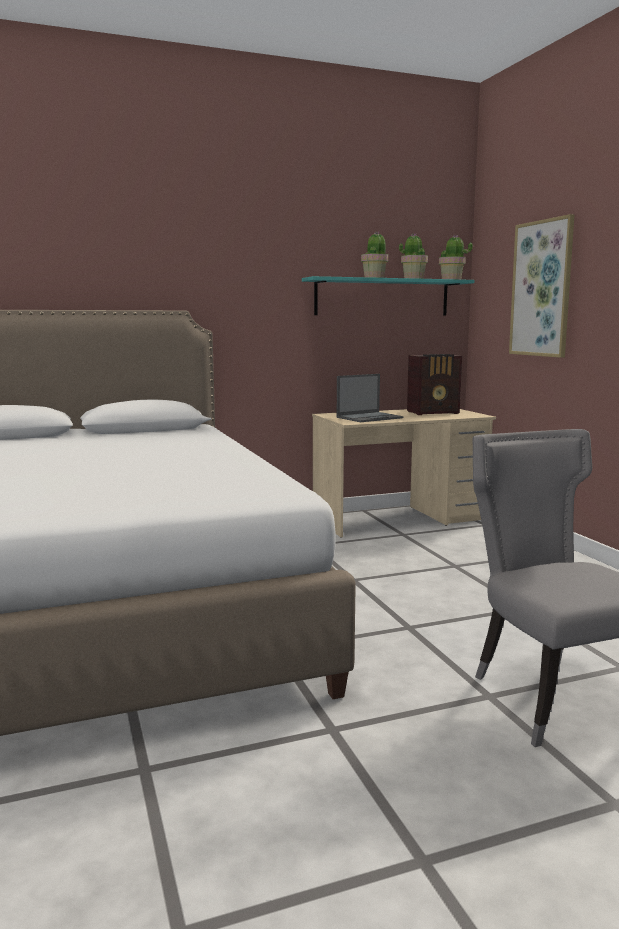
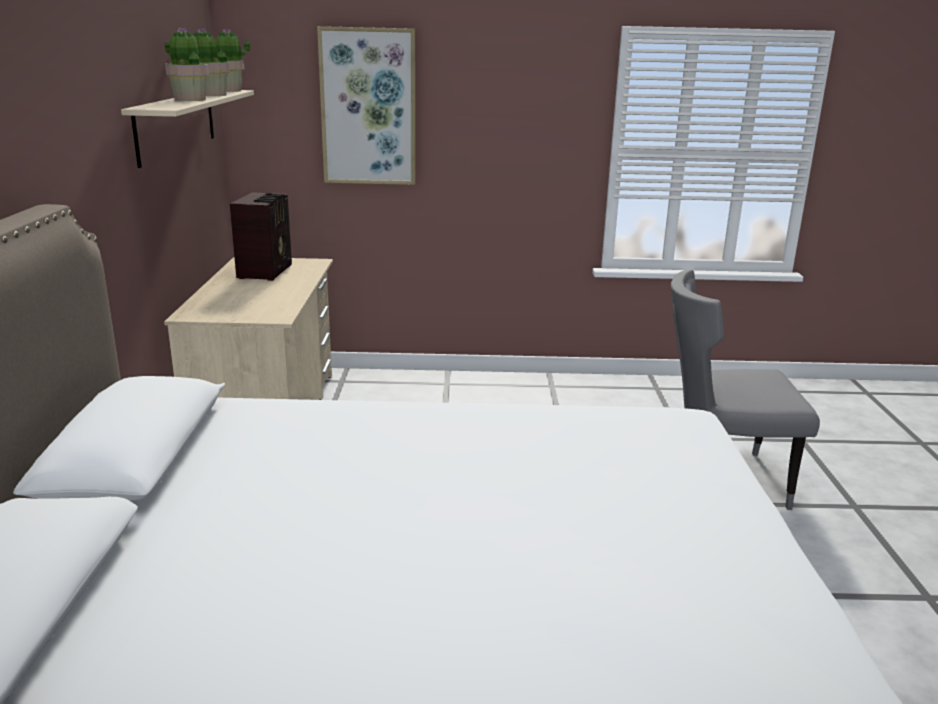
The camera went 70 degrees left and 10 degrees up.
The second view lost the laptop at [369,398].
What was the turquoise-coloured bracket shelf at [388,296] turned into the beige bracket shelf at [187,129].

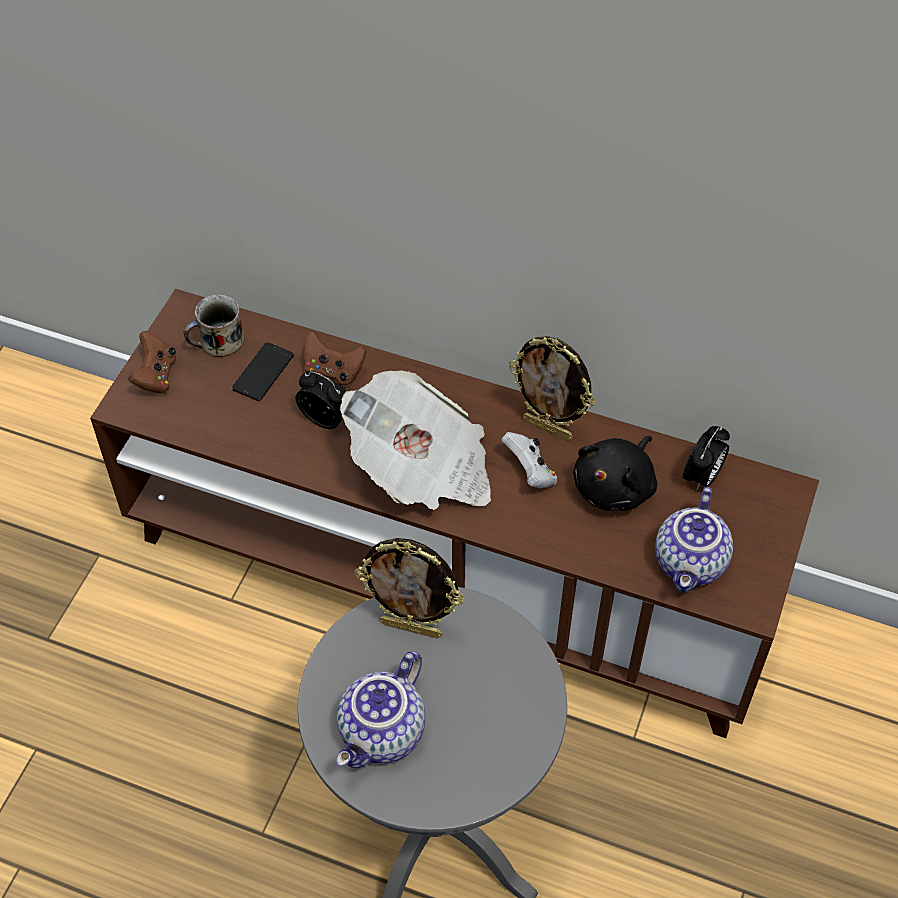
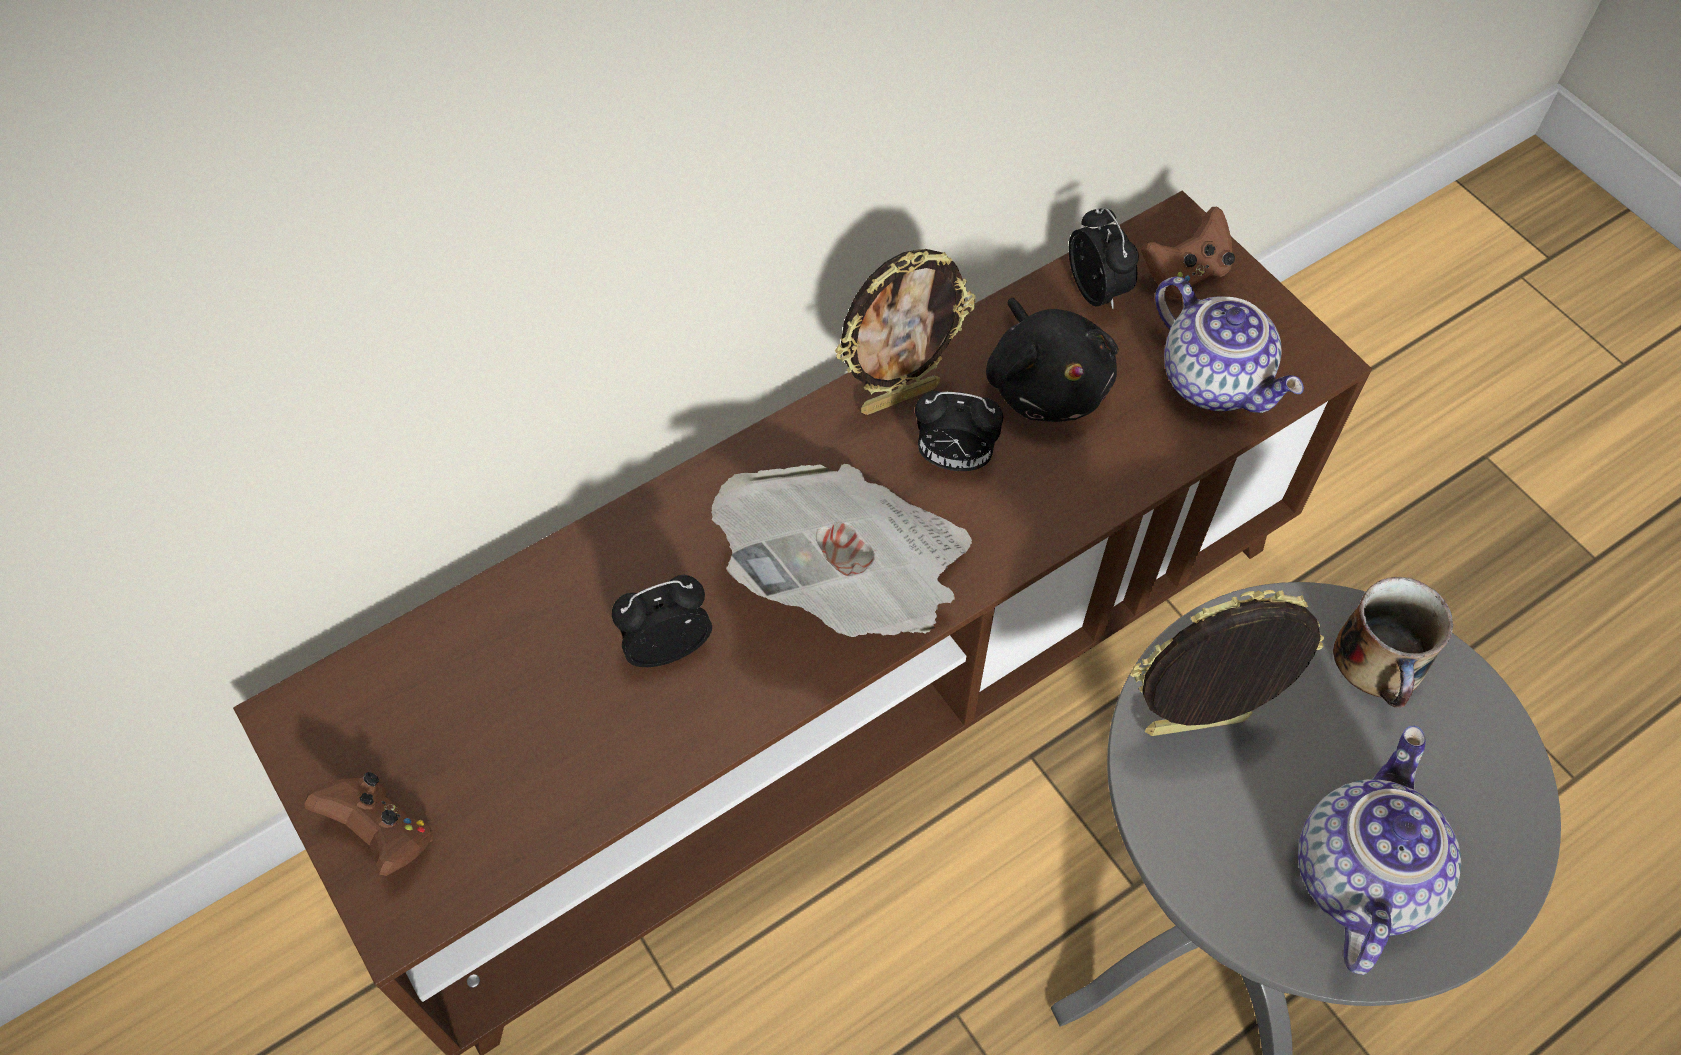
The camera went 55 degrees left and 5 degrees up.
The second view lost the telephone at [263,371].
The coffee mug ended up elsewhere, having gone from [214,326] to [1393,642].
The brown-coloured gamepad ended up elsewhere, having gone from [335,358] to [1188,253].
Where the white-coloured gamepad stood at [529,460], the alarm clock came to stand at [959,431].
The tea pot at [380,710] ended up facing another way, 135 degrees counterclockwise from before.
The standing frame at [409,588] ended up facing another way, 150 degrees counterclockwise from before.

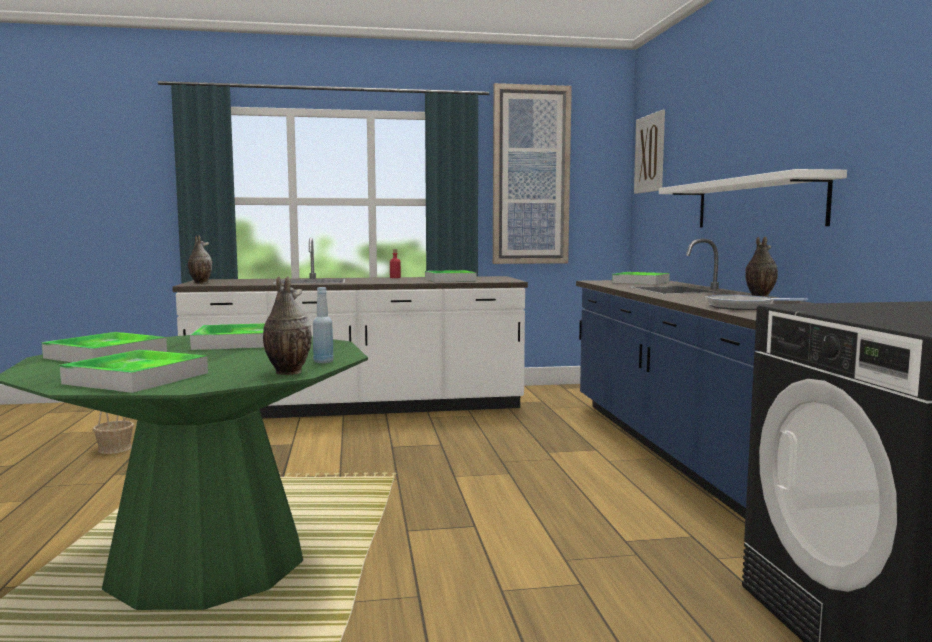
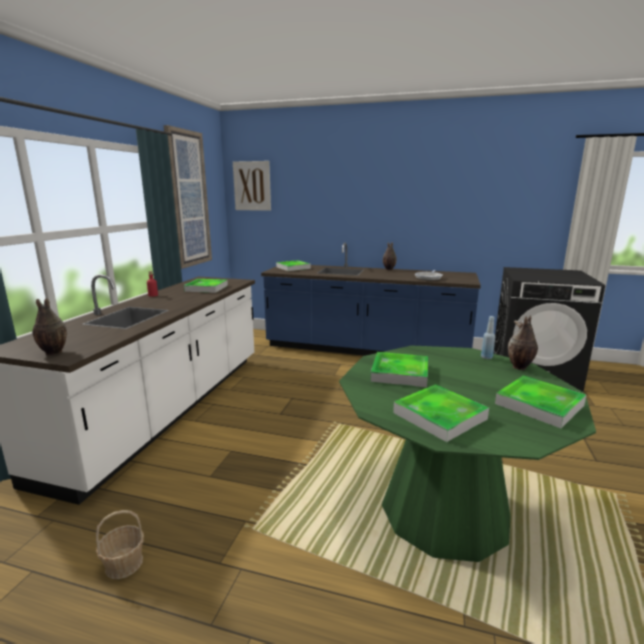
The camera went 65 degrees left and 10 degrees up.
The second view lost the white-coloured bracket shelf at [753,198].

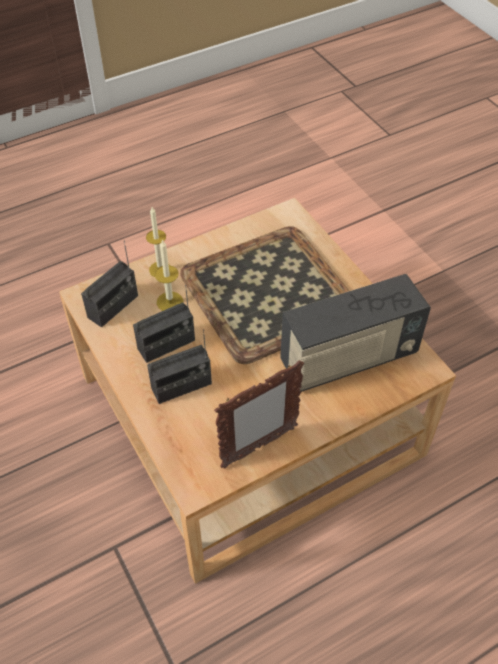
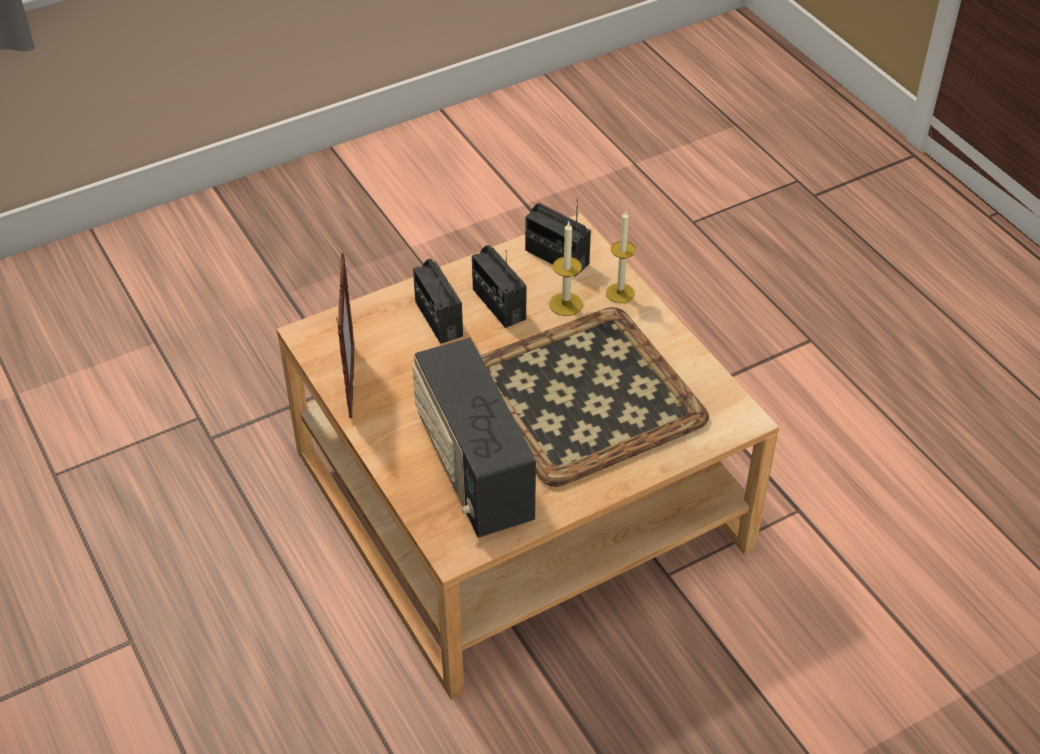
The camera went 90 degrees right and 5 degrees down.
The standing frame at [259,414] ended up facing another way, 150 degrees counterclockwise from before.

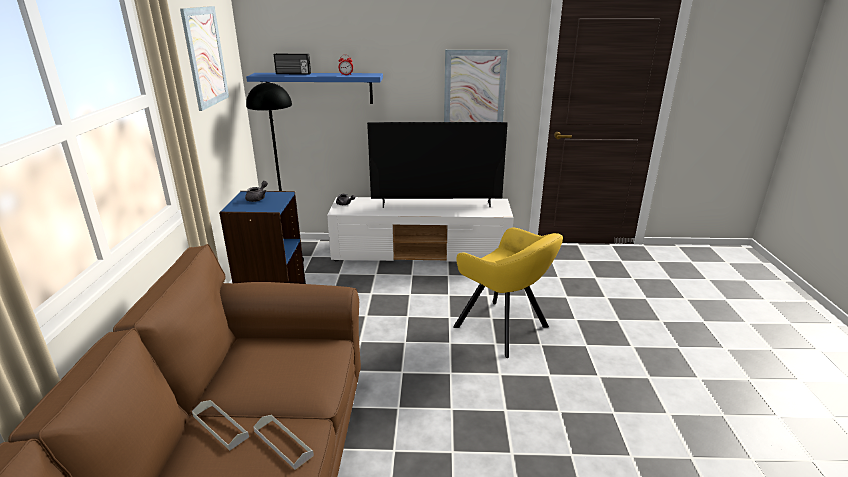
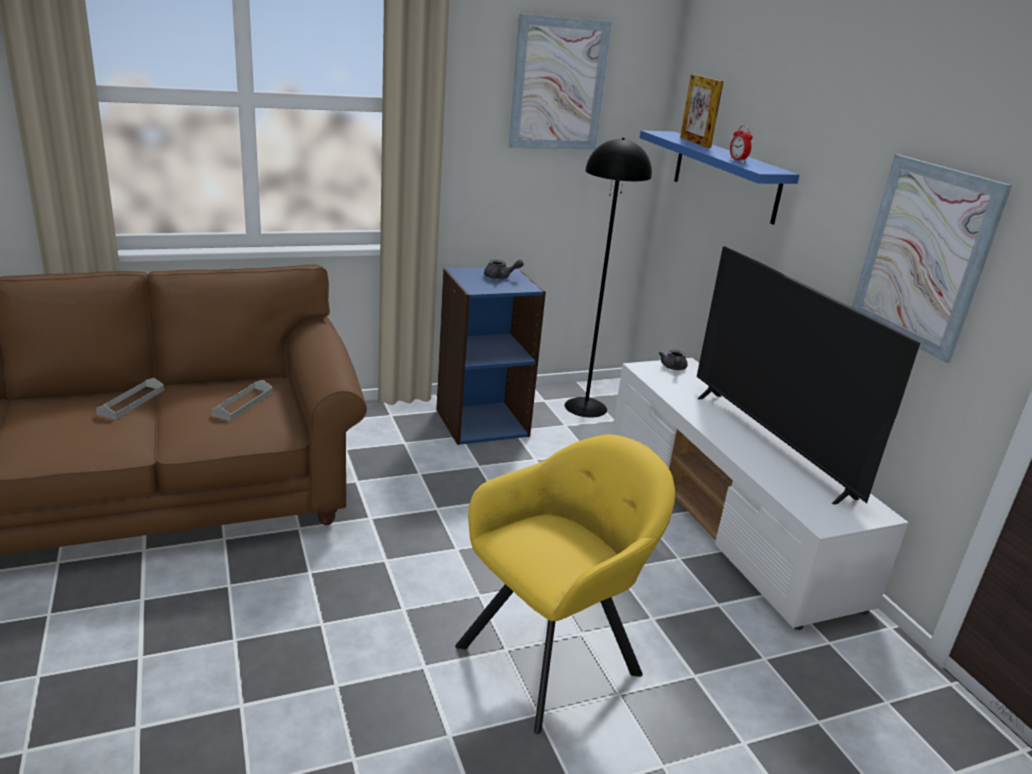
The camera went 65 degrees right and 0 degrees up.
The greyish tray ended up elsewhere, having gone from [283,442] to [242,400].
Where the radio stood at [292,64], the standing frame came to stand at [701,111].
The yellowish easy chair at [508,293] ended up facing another way, 150 degrees counterclockwise from before.

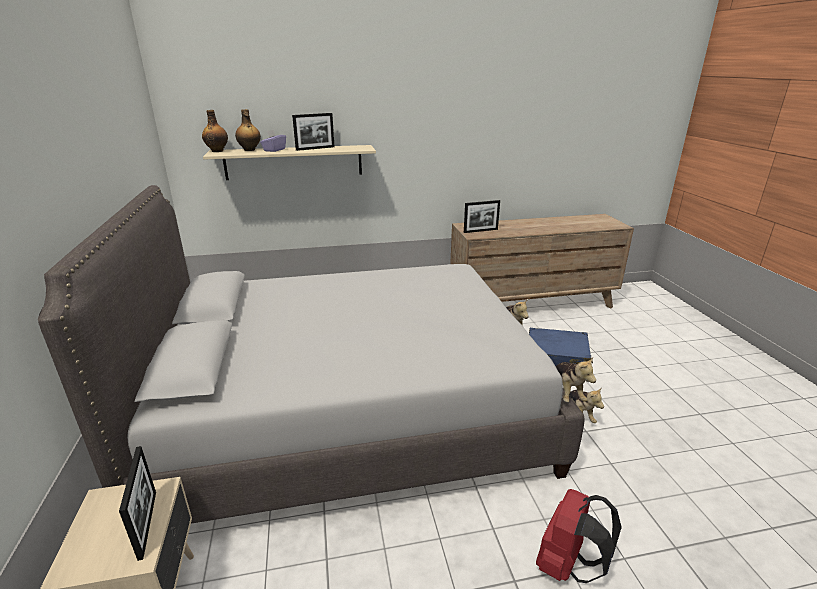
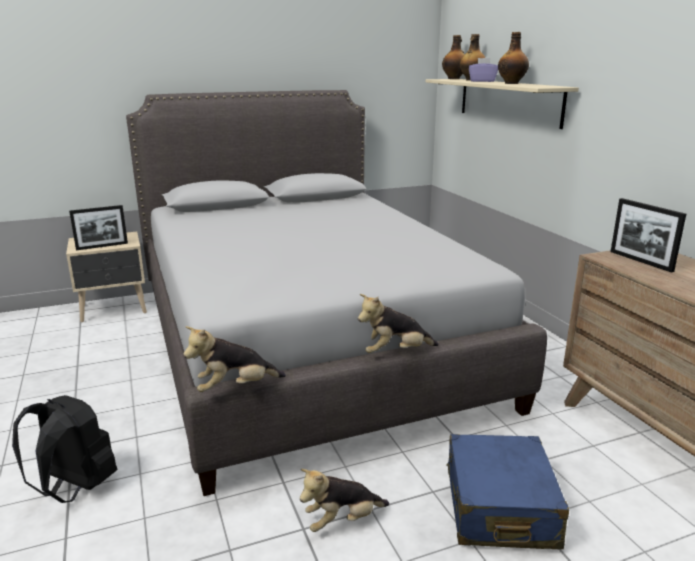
The camera went 80 degrees right and 5 degrees down.
Where the standing frame stood at [313,132], the beverage bottle came to stand at [513,58].
What was the reddish backpack at [579,536] turned into the black-coloured backpack at [64,449].

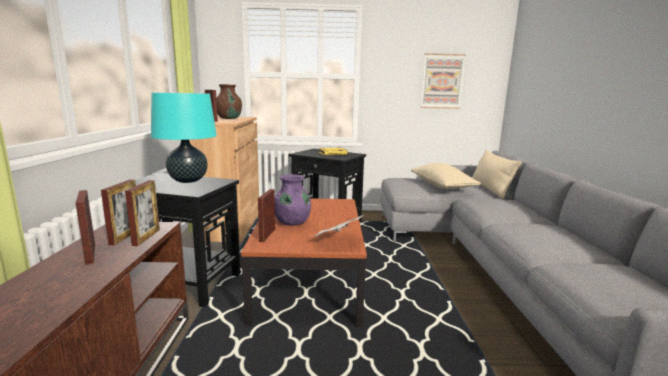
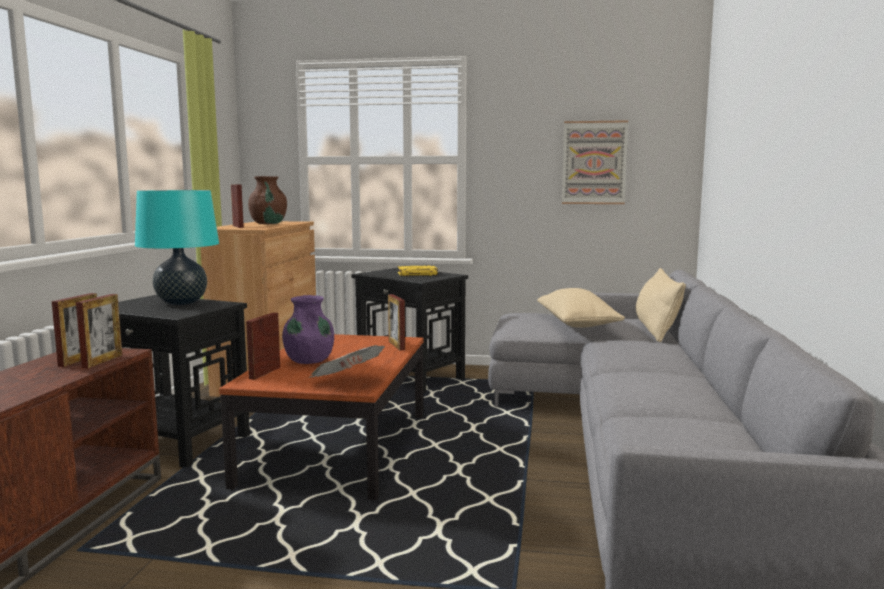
The camera went 10 degrees right and 5 degrees down.
The standing frame ended up elsewhere, having gone from [85,227] to [396,322].

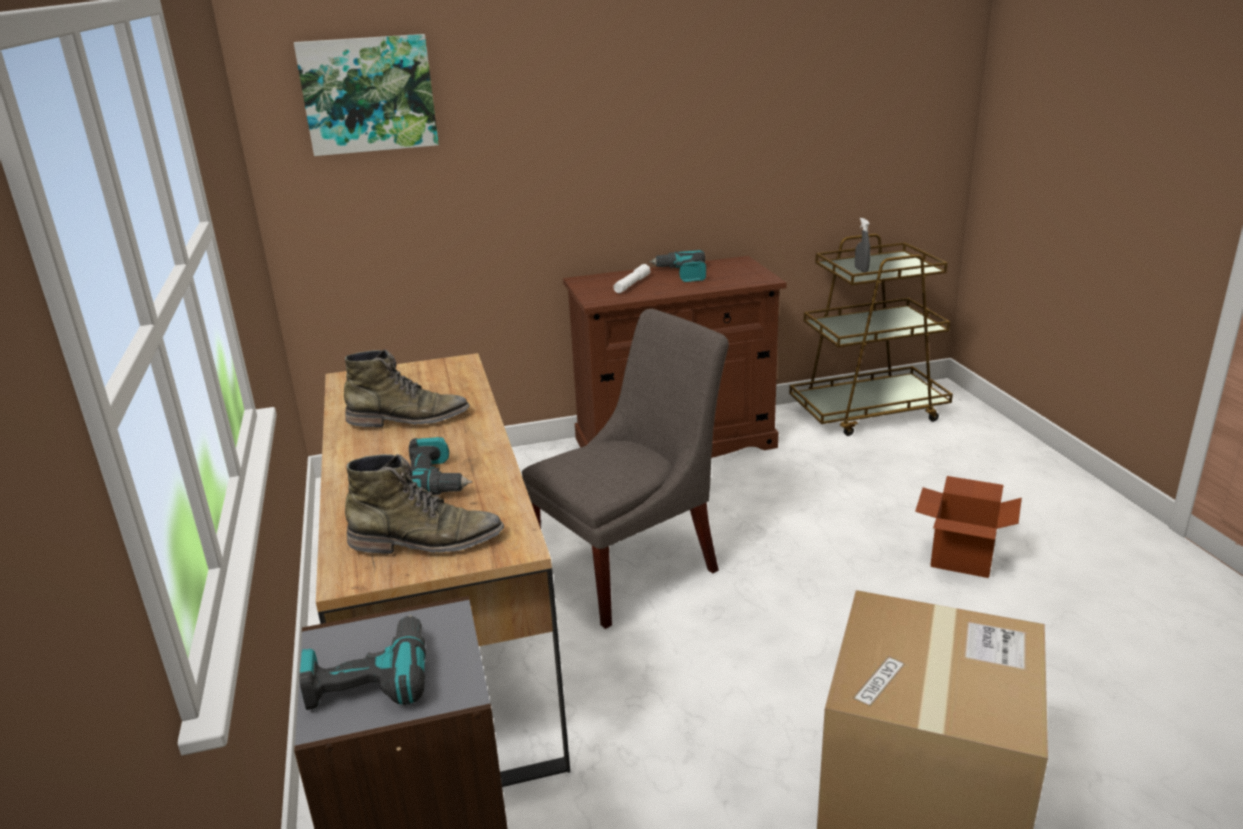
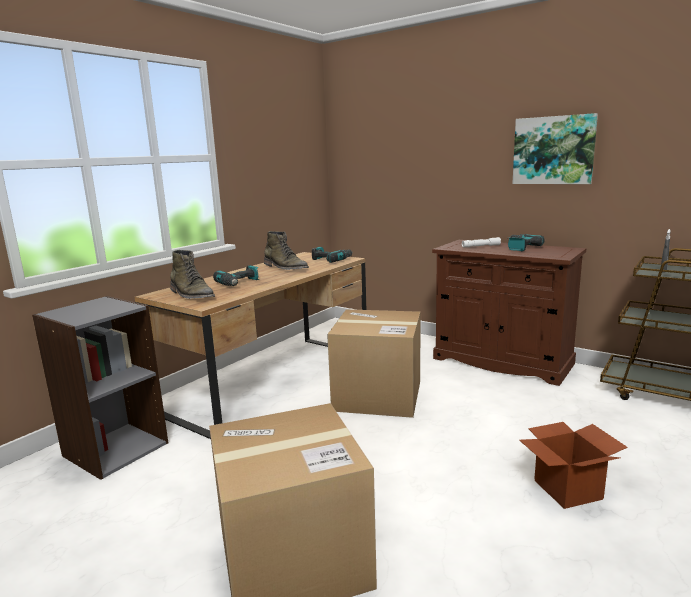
The camera went 50 degrees right and 10 degrees down.
The wall art ended up elsewhere, having gone from [366,95] to [555,148].
The power drill ended up elsewhere, having gone from [362,662] to [332,255].
Where the greyish plain chair stood at [625,469], the carton came to stand at [373,363].

